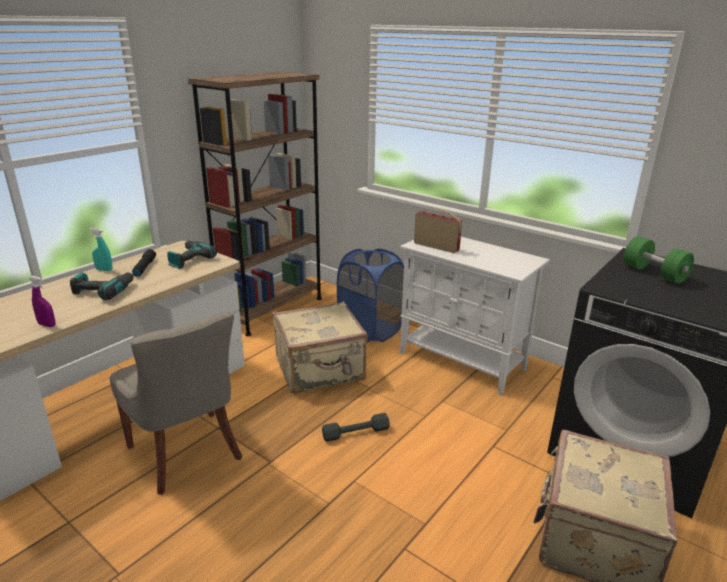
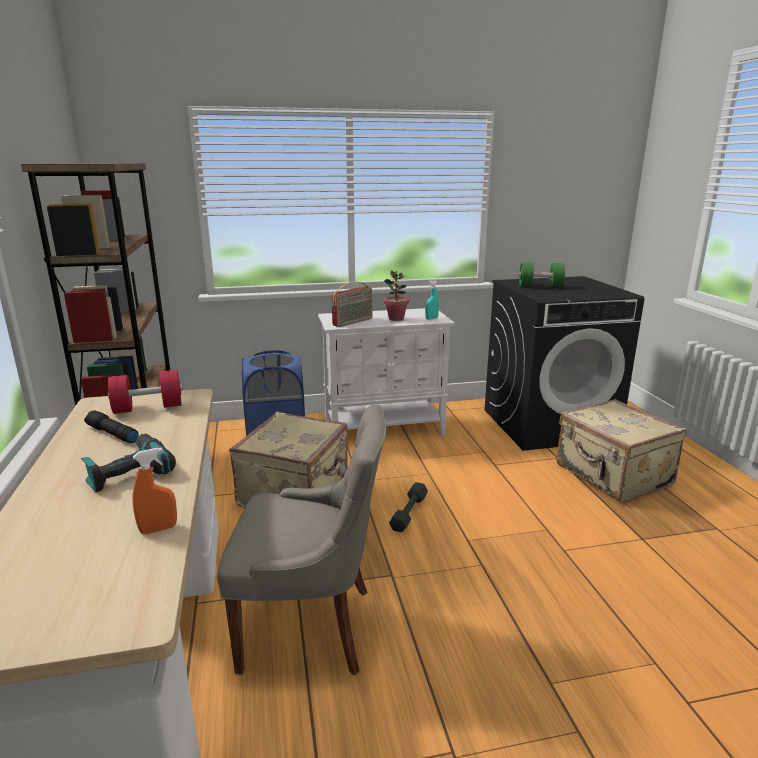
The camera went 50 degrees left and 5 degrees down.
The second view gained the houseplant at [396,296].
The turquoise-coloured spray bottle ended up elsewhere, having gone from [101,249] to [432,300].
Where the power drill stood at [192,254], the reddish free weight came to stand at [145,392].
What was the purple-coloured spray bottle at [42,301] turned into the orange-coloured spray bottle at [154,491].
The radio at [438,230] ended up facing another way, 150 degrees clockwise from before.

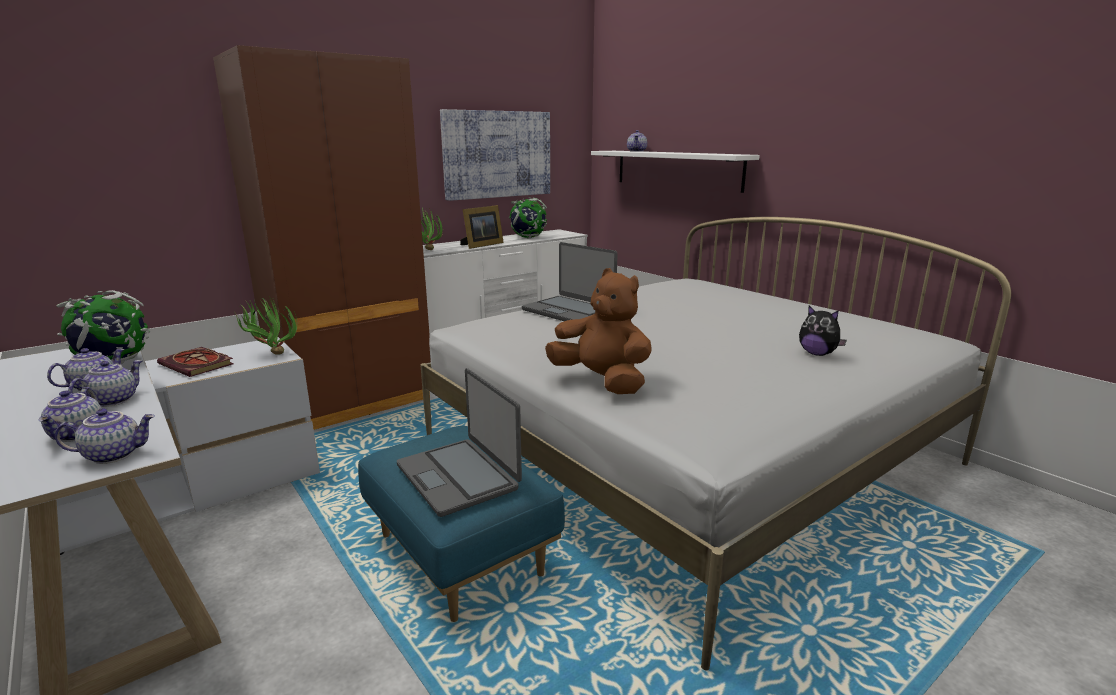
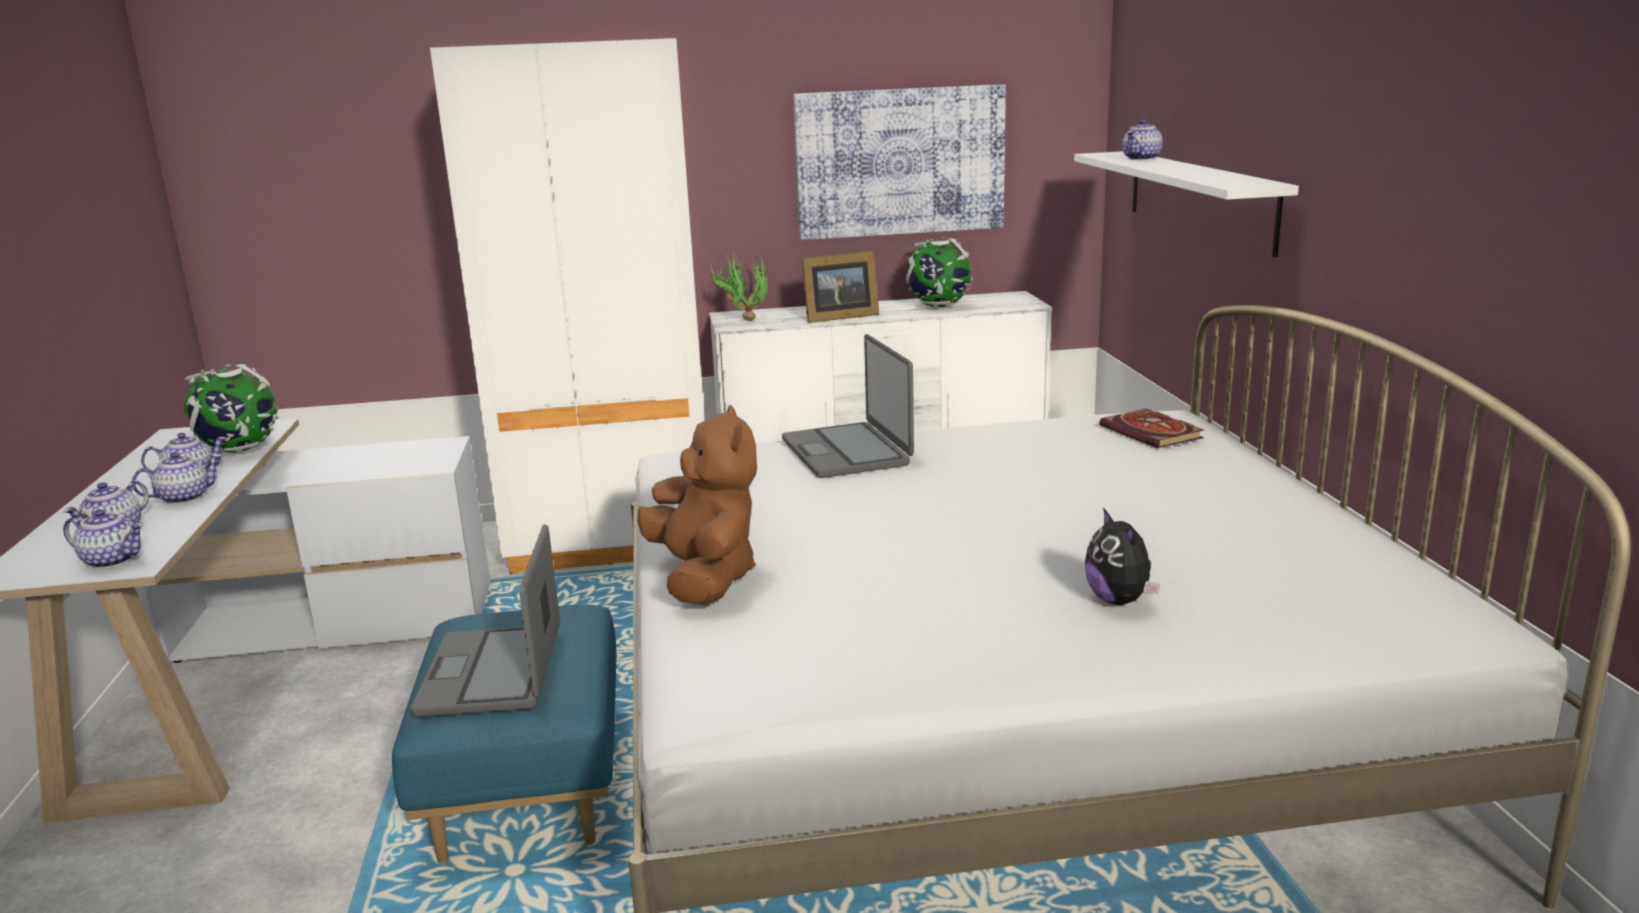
The camera went 30 degrees right and 0 degrees up.
The second view lost the houseplant at [265,325].
The volume ended up elsewhere, having gone from [195,362] to [1152,428].
What was the brown-coloured wardrobe at [322,237] turned into the white-coloured wardrobe at [567,306].

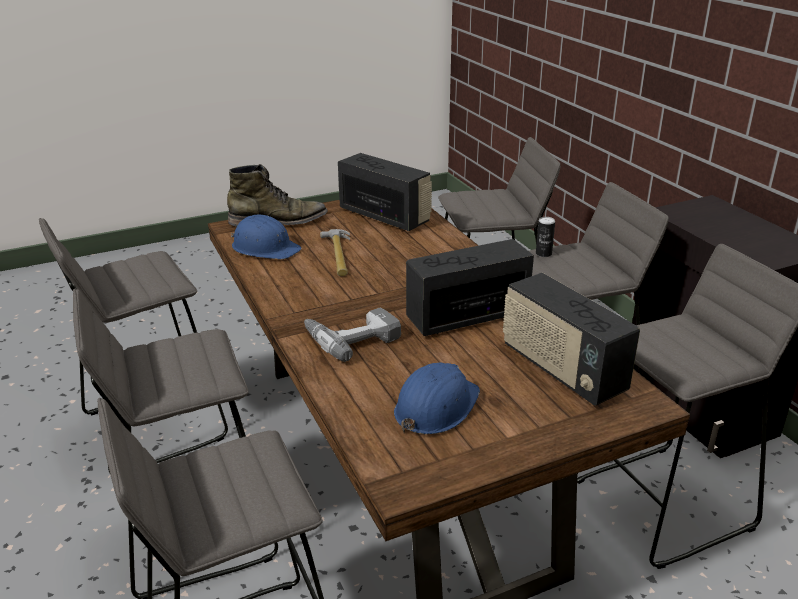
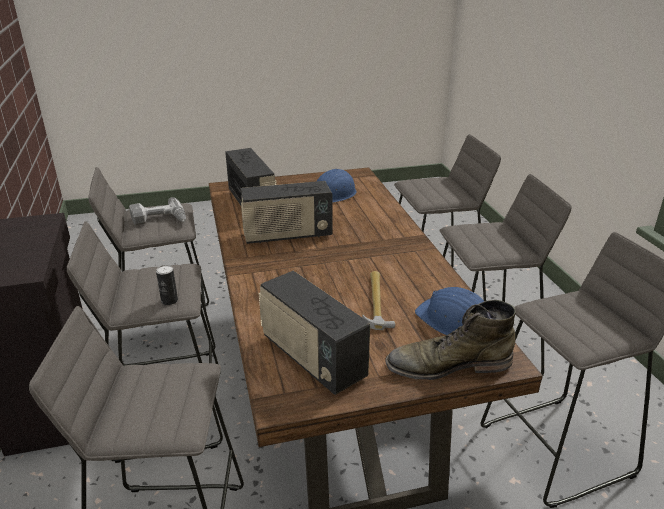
The camera went 170 degrees left and 0 degrees up.
The power drill ended up elsewhere, having gone from [352,334] to [157,211].

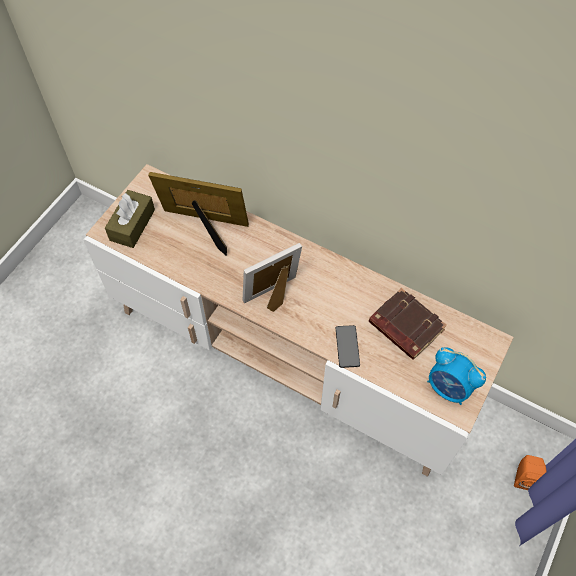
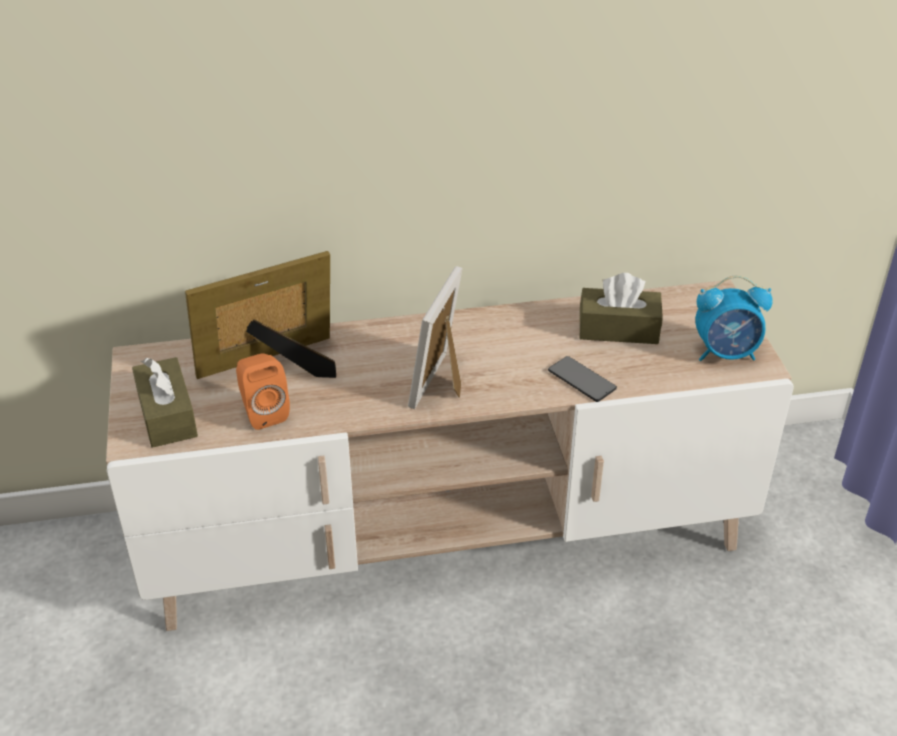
The camera went 40 degrees left and 20 degrees down.
The orange-coloured speaker ended up elsewhere, having gone from [530,472] to [263,391].
Where the brown-coloured volume stood at [408,324], the brown-coloured tissue holder came to stand at [621,308].

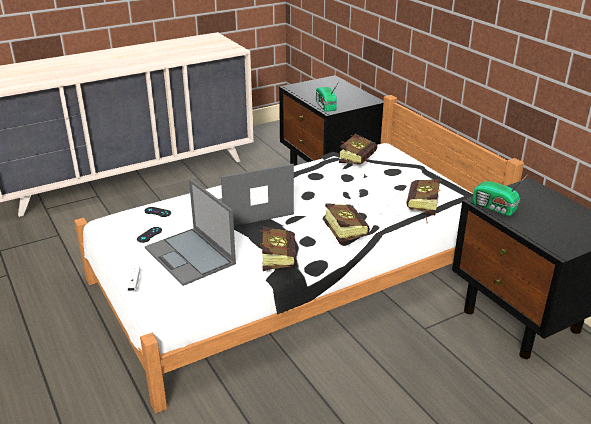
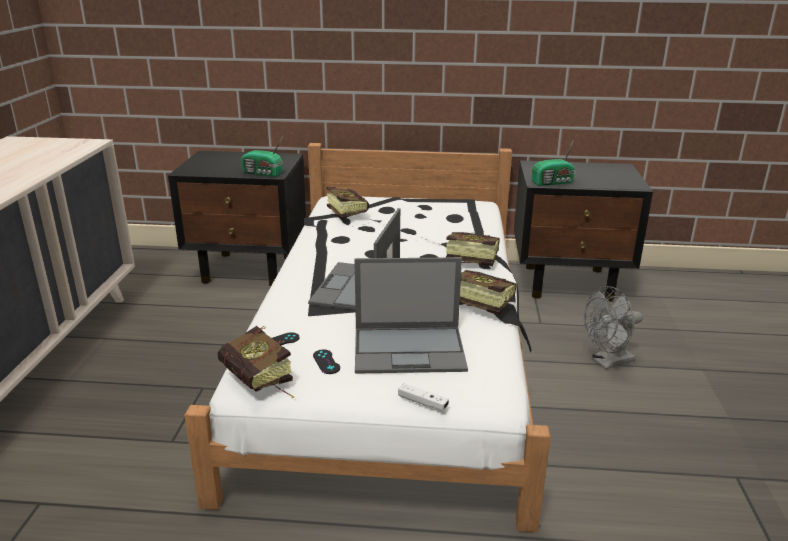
The camera went 55 degrees left and 5 degrees down.
The second view gained the greyish cooling fan at [613,328].
The volume ended up elsewhere, having gone from [424,201] to [256,362].

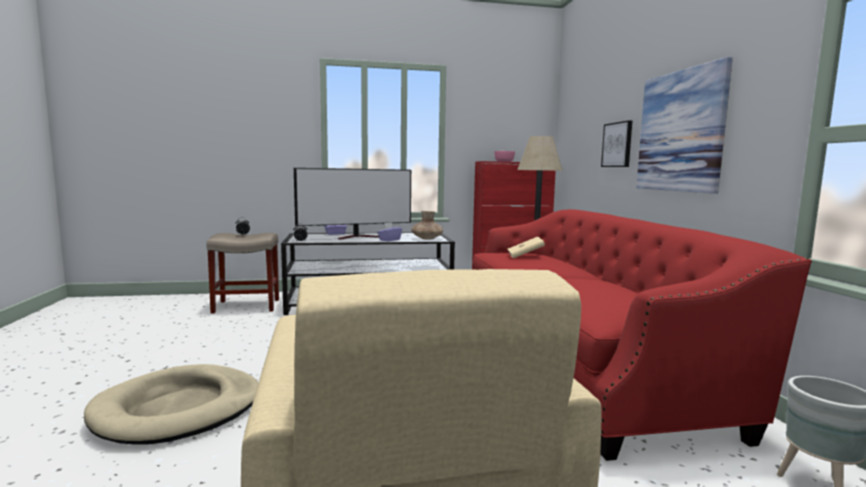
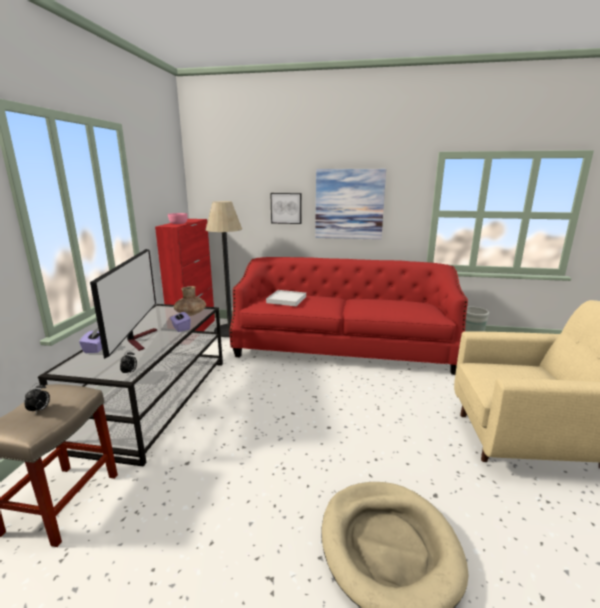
The camera went 70 degrees left and 10 degrees up.
Where the beige volume stood at [526,247], the white-coloured tray came to stand at [286,298].

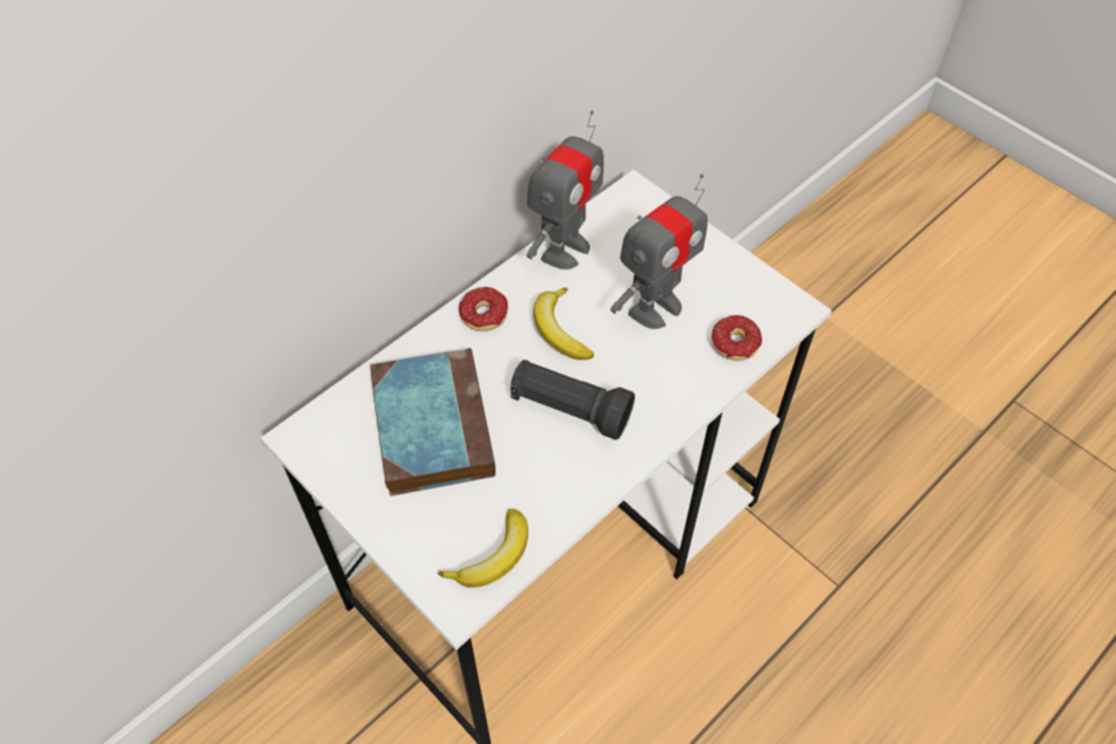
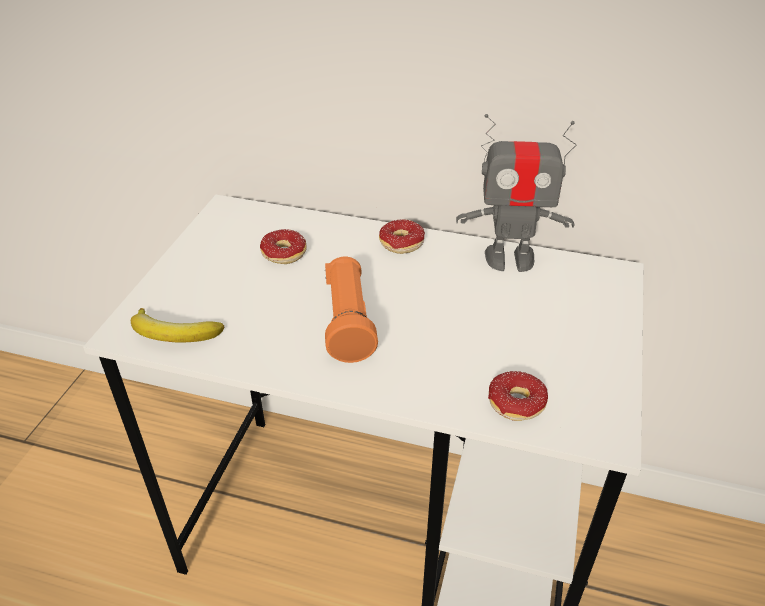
The camera went 60 degrees right and 15 degrees down.
The second view lost the banana fruit at [563,324].
The second view lost the model robot at [659,251].
Where the volume stood at [433,422], the ring doughnut came to stand at [283,246].
What was the black-coloured hand torch at [572,400] turned into the orange-coloured hand torch at [351,310].

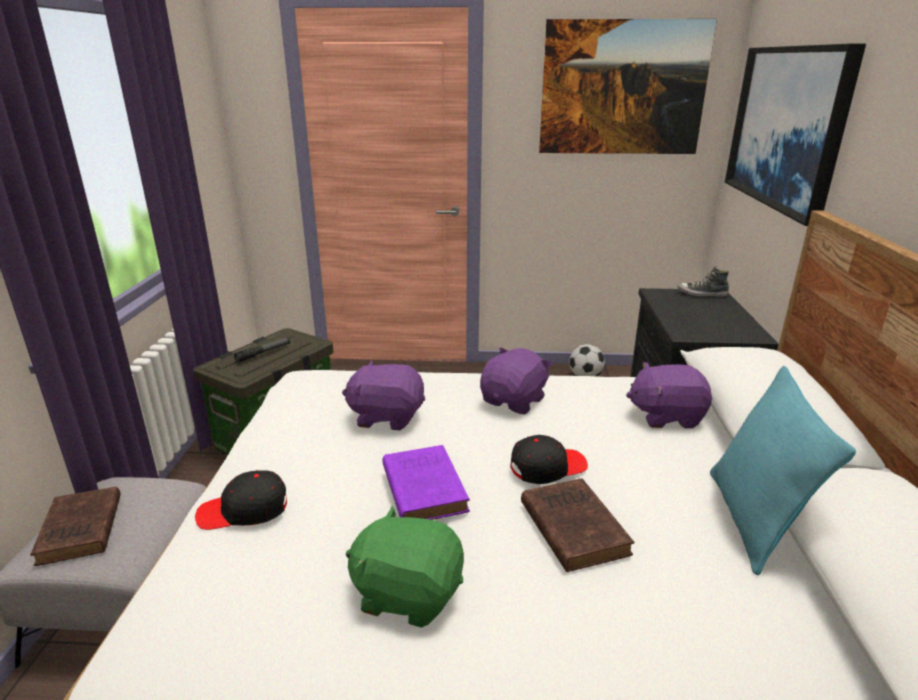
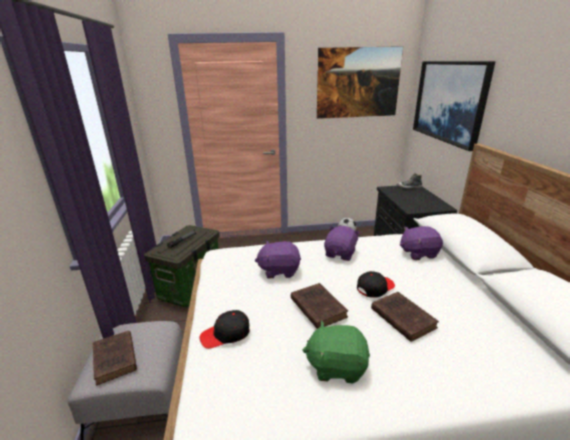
The camera went 10 degrees left and 0 degrees up.
The second view lost the turquoise-coloured cushion at [783,470].
What was the purple-coloured volume at [426,482] turned into the brown-coloured volume at [319,306].

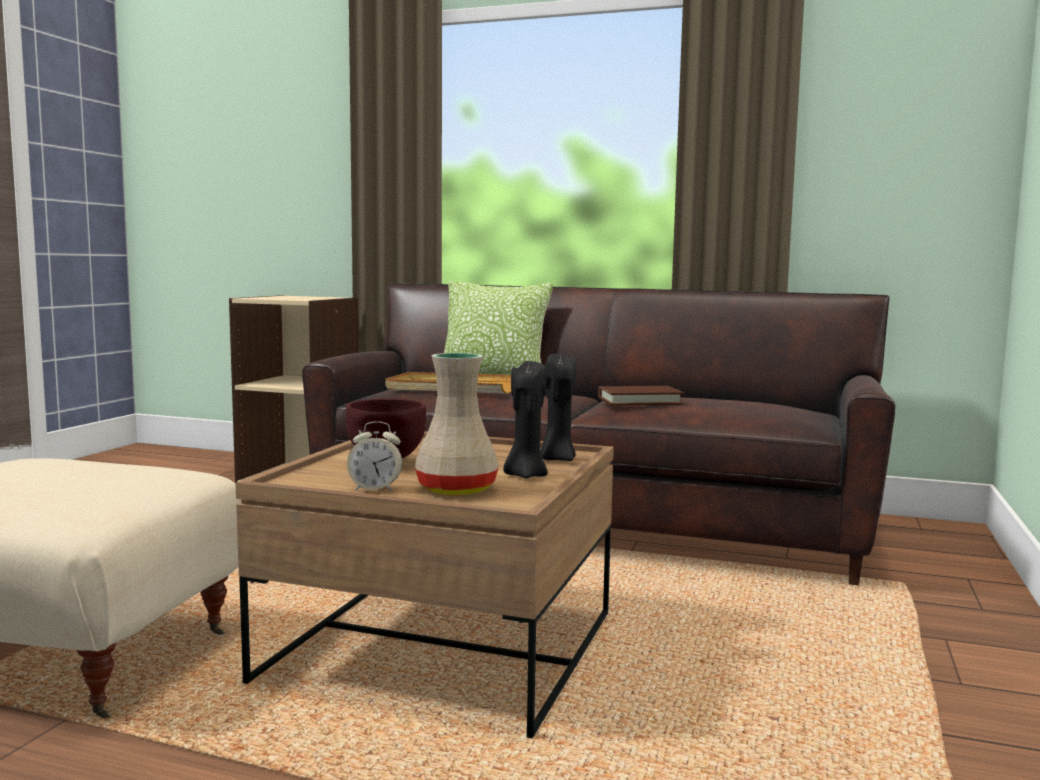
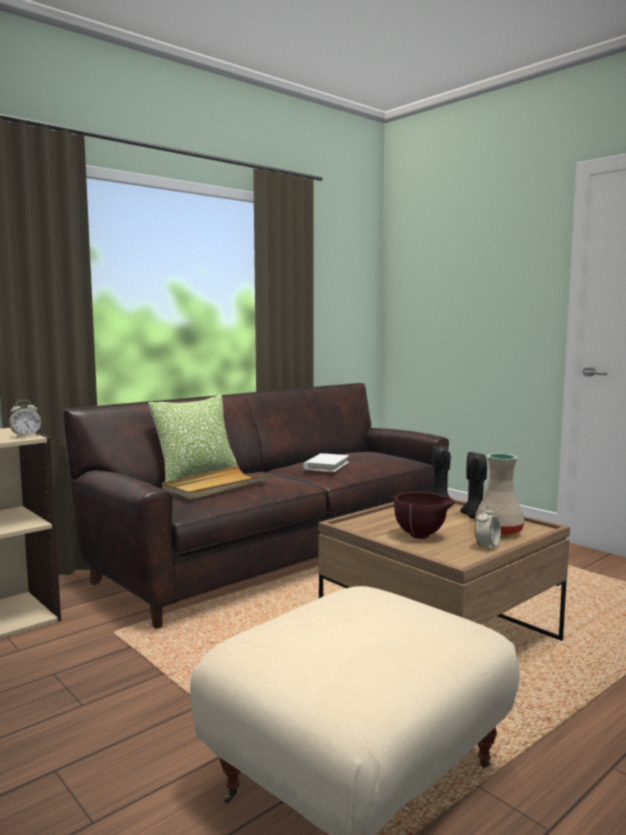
The camera went 60 degrees left and 0 degrees up.
The second view gained the alarm clock at [25,418].
What was the brown-coloured volume at [641,395] turned into the white-coloured volume at [326,462].

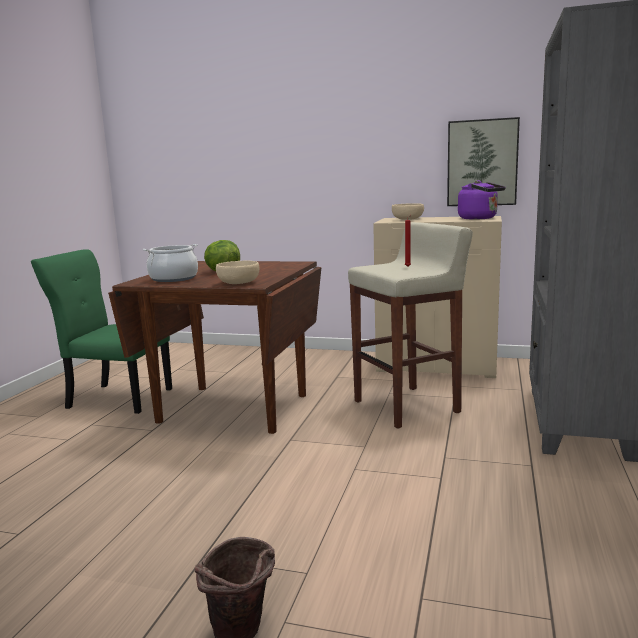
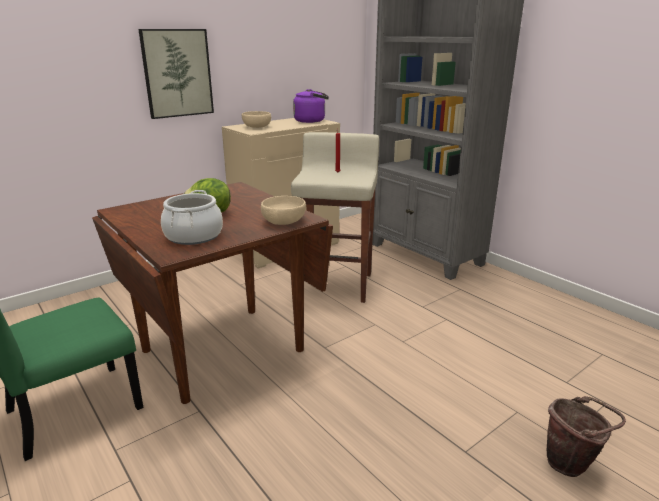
The camera went 55 degrees left and 10 degrees up.
The wall art ended up elsewhere, having gone from [483,161] to [176,74].

